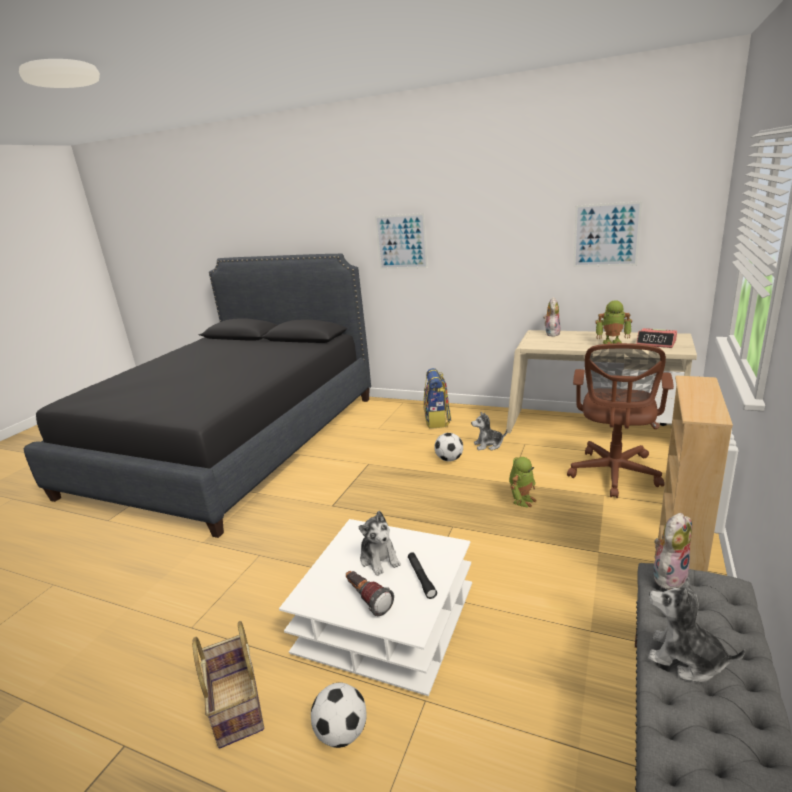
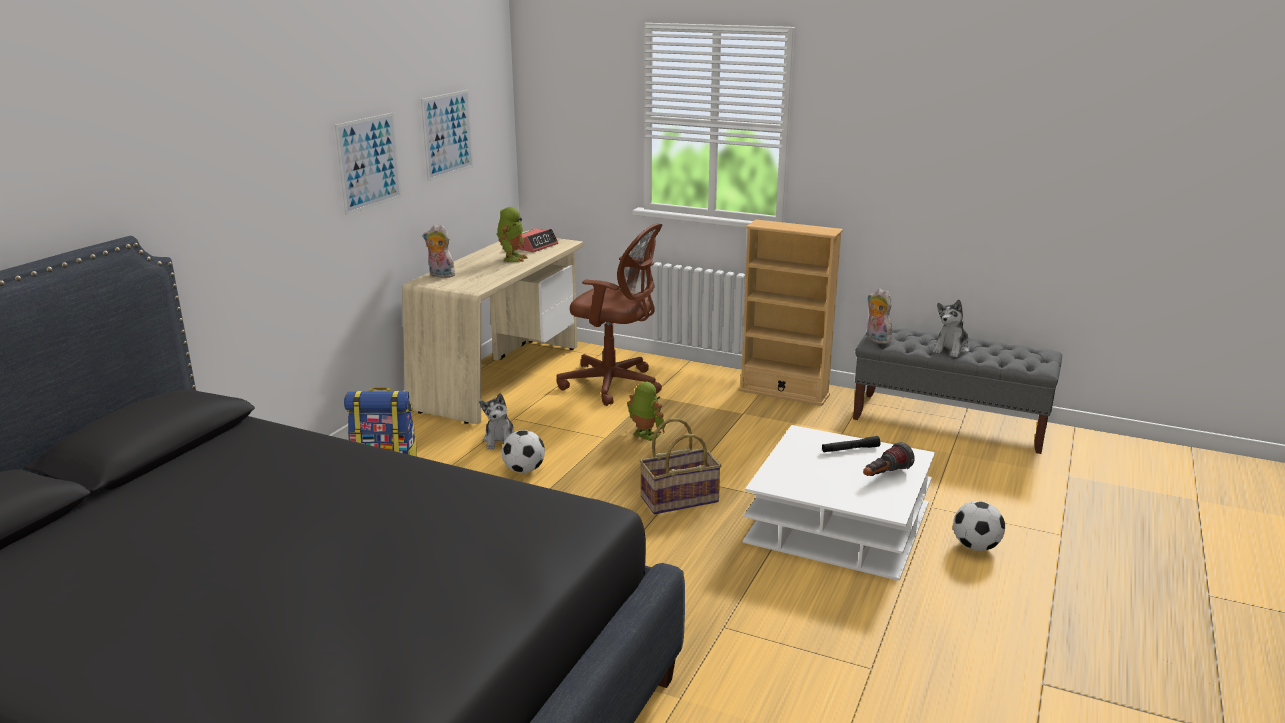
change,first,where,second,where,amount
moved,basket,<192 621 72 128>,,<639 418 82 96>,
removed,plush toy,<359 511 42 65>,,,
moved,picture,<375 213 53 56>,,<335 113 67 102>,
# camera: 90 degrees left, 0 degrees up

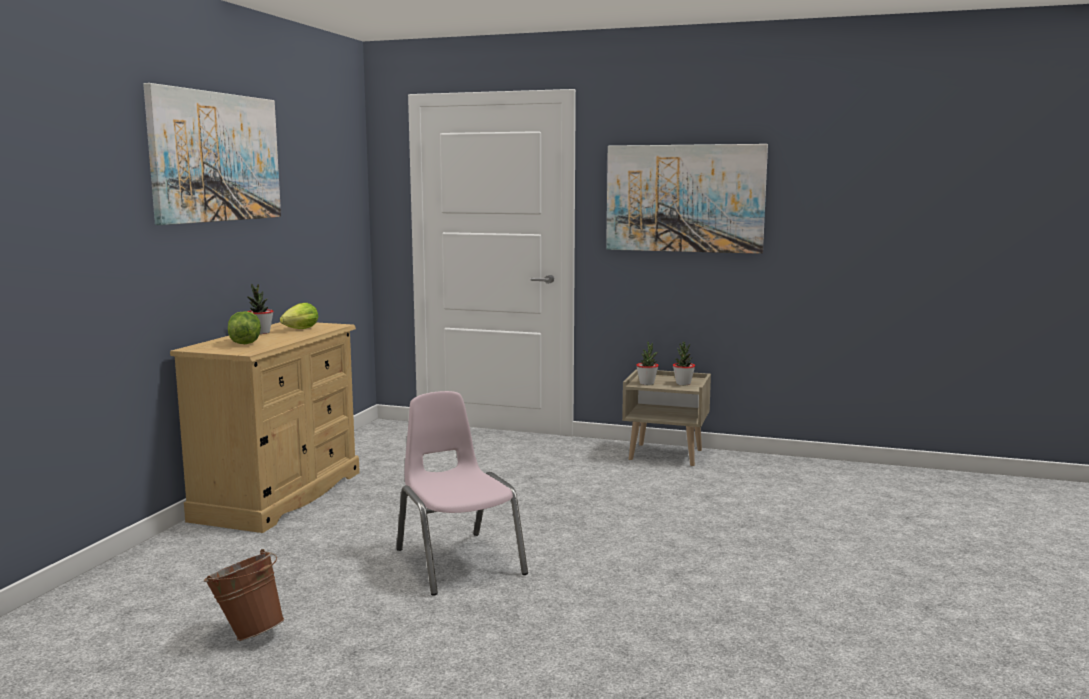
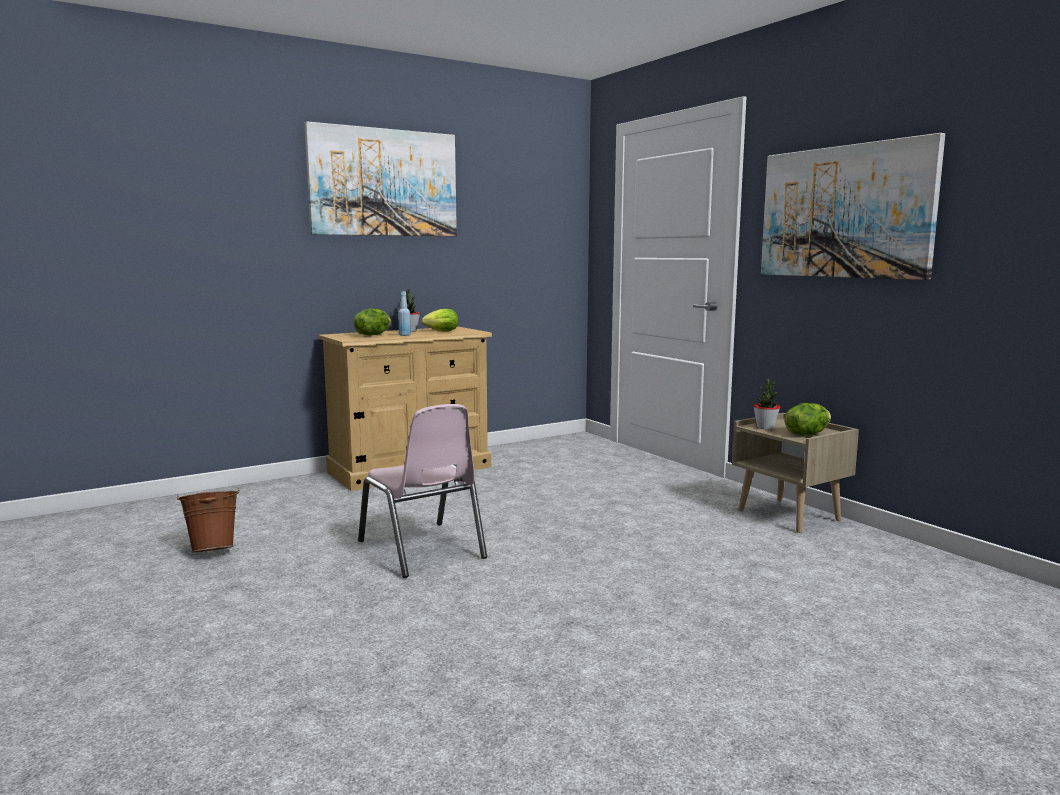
change,first,where,second,where,amount
turned,pink chair,<396 391 132 205>,,<358 404 129 174>,135 degrees clockwise
replaced,potted plant,<673 342 22 43>,lettuce,<785 403 46 33>,
added,,,blue bottle,<399 292 12 44>,
# camera: 40 degrees right, 0 degrees up

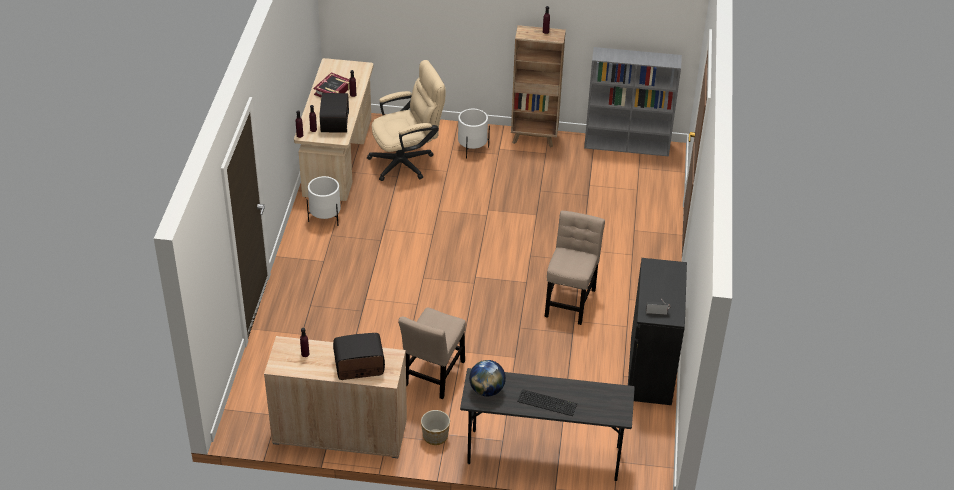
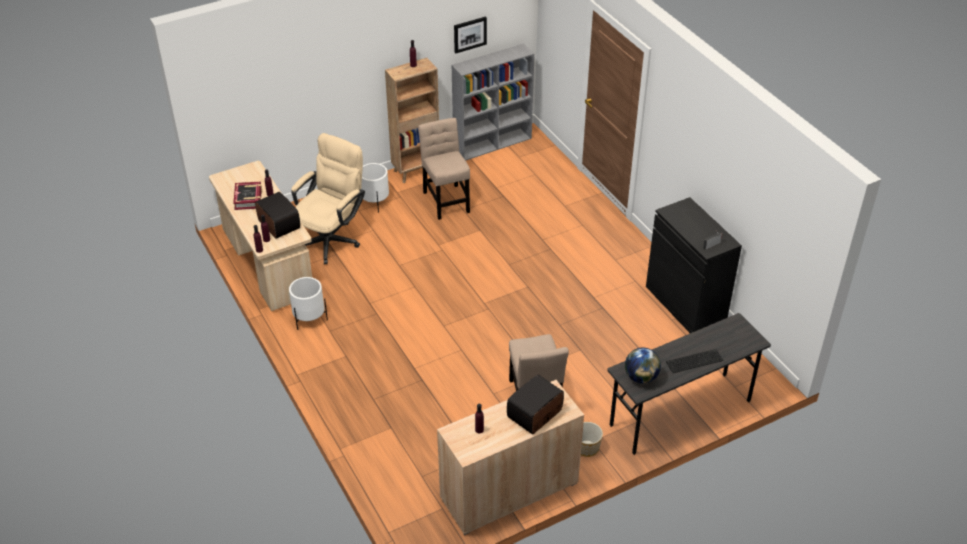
change,first,where,second,where,amount
moved,beige chair,<545 211 60 114>,,<418 118 52 102>,
added,,,picture,<454 17 33 36>,
# camera: 35 degrees left, 0 degrees up

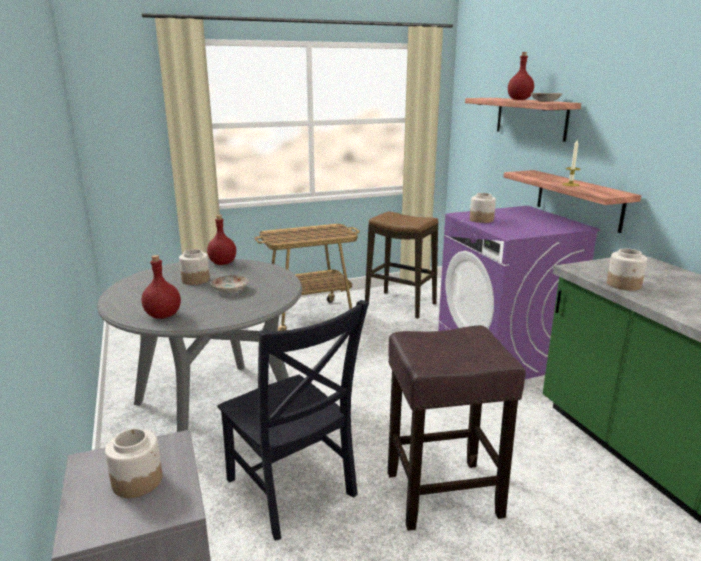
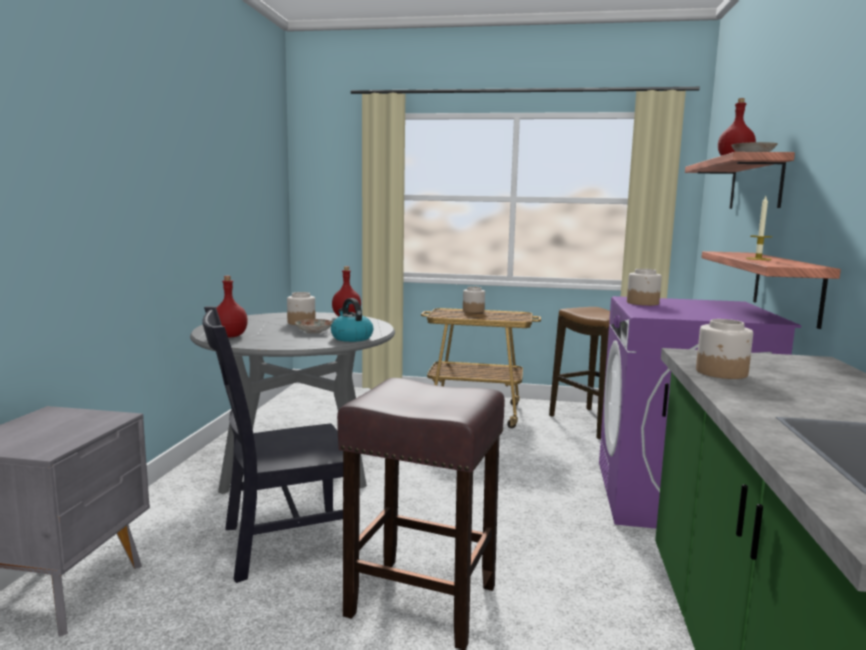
change,first,where,second,where,amount
moved,jar,<105 428 57 70>,,<463 286 22 27>,
turned,black chair,<217 300 152 241>,,<202 306 141 277>,75 degrees clockwise
added,,,kettle,<331 298 42 44>,
# camera: 30 degrees right, 10 degrees down

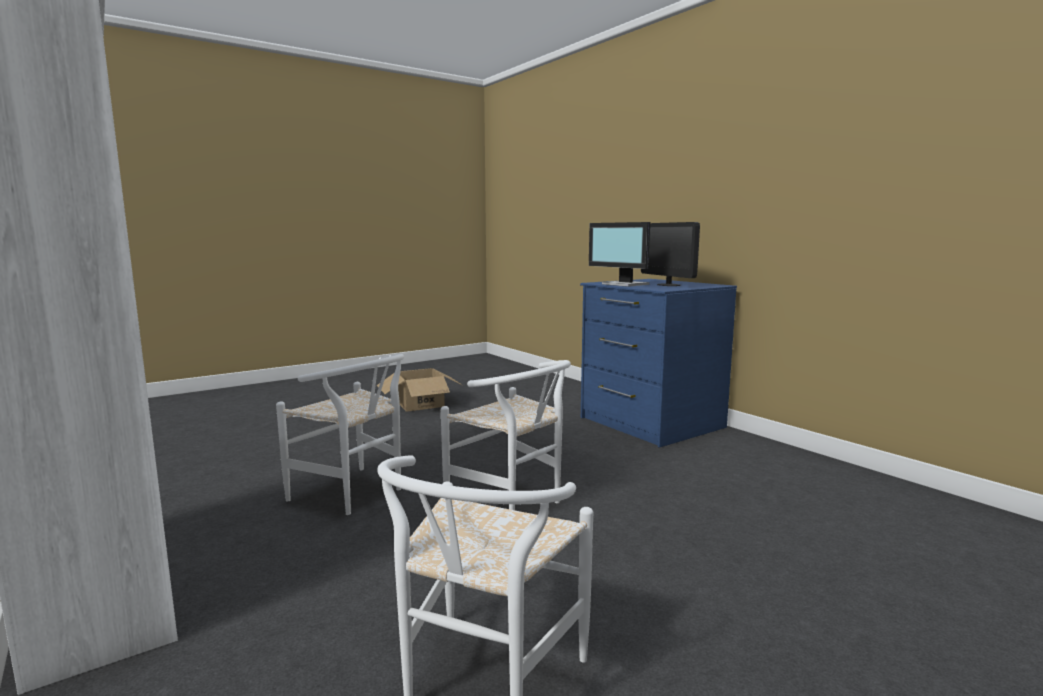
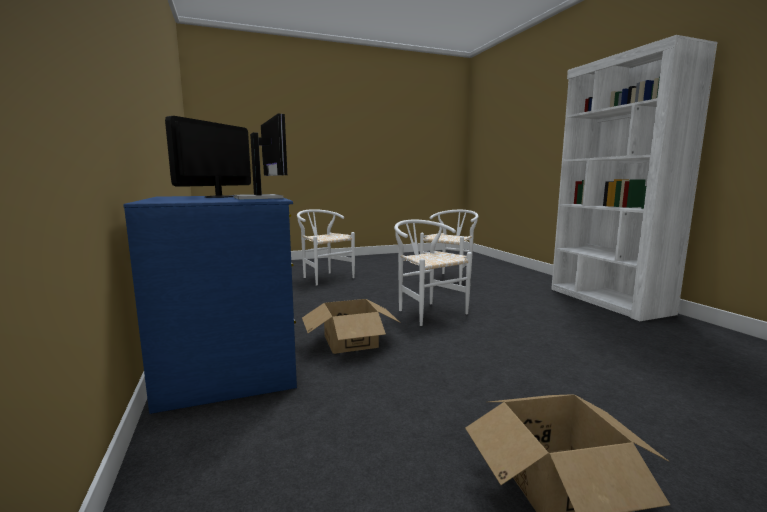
change,first,where,second,where,amount
moved,white chair,<276 354 128 161>,,<297 209 58 77>,
turned,monitor,<641 222 59 64>,,<165 116 86 82>,150 degrees counterclockwise
added,,,cardboard box,<302 299 98 55>,
# camera: 165 degrees left, 0 degrees up

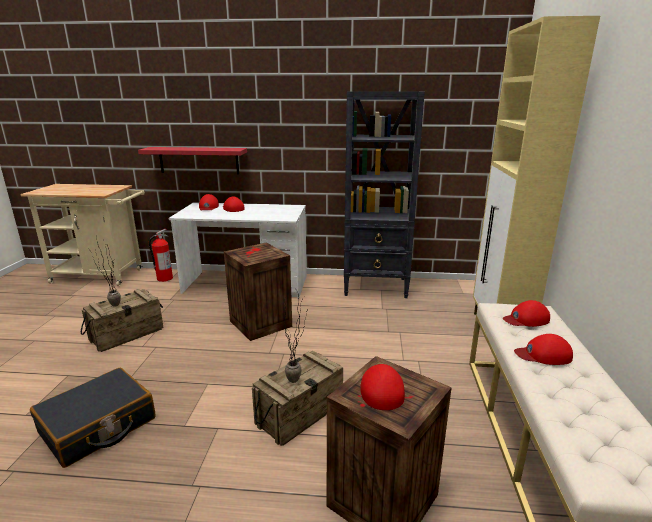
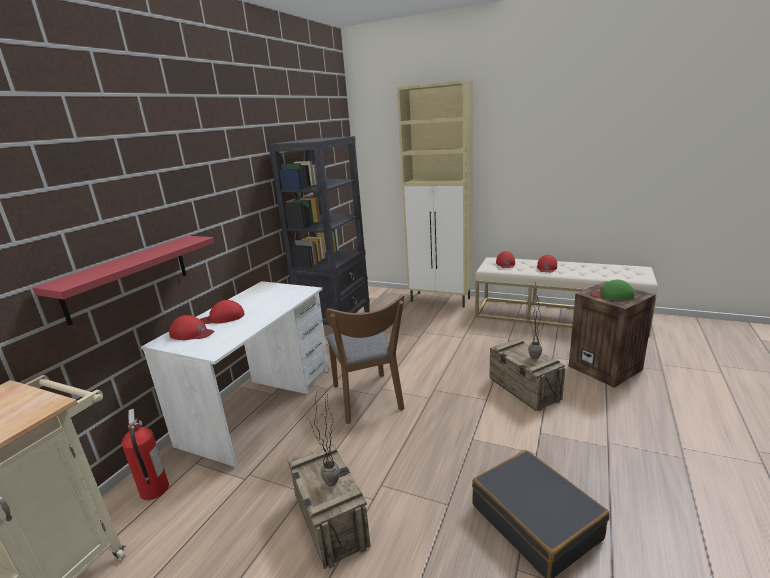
change,first,where,second,where,amount
replaced,crate,<224 242 68 99>,brown chair,<326 295 79 129>,
recoloured,red cap,<360 364 45 46>,green cap,<590 280 44 20>,
# camera: 70 degrees left, 0 degrees up

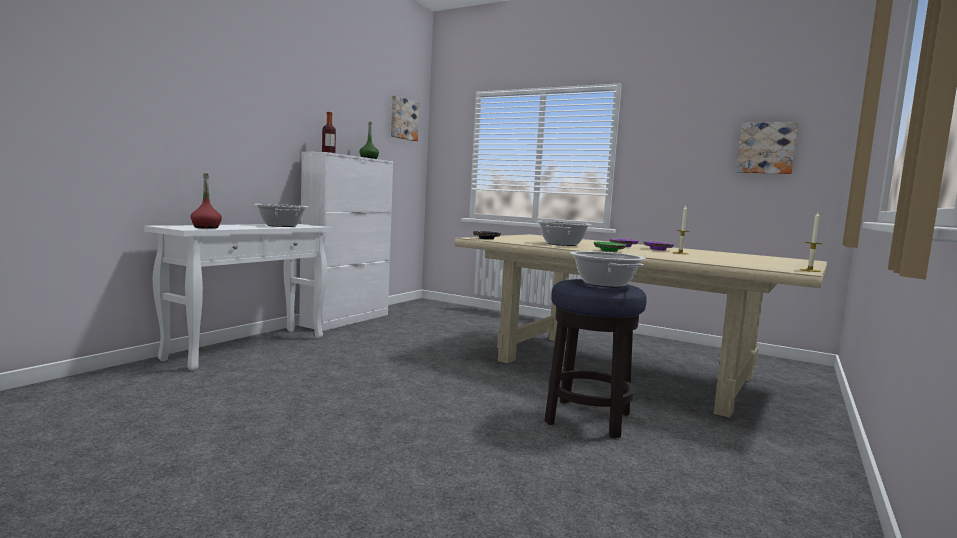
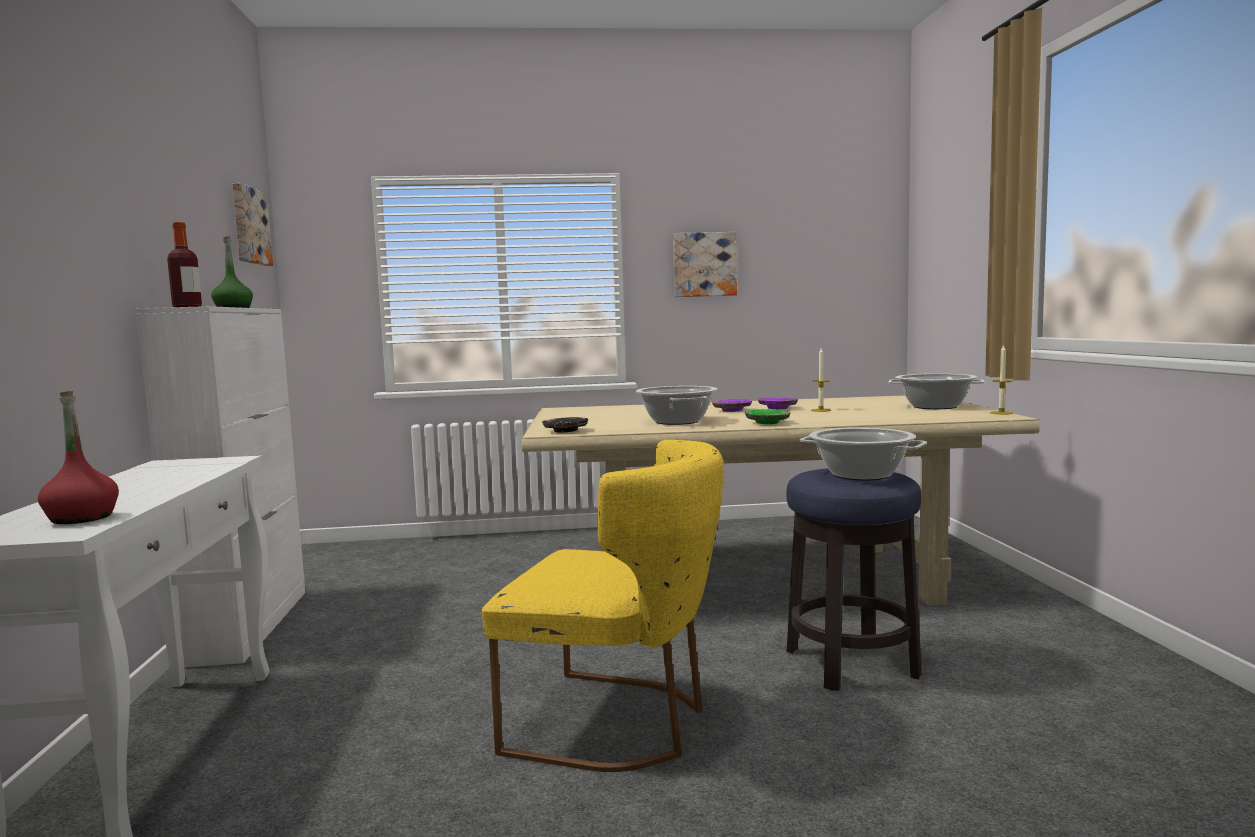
change,first,where,second,where,amount
moved,cooking pot,<254 204 54 23>,,<888 374 97 35>,
moved,picture,<736 122 62 52>,,<673 232 64 65>,
added,,,yellow chair,<482 440 242 332>,
# camera: 35 degrees left, 0 degrees up

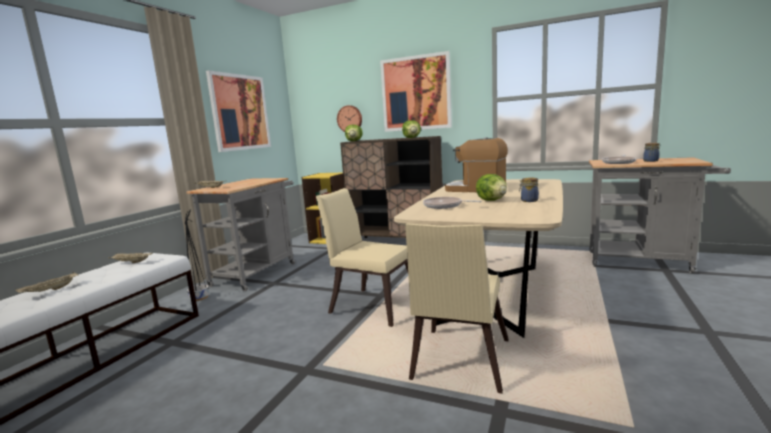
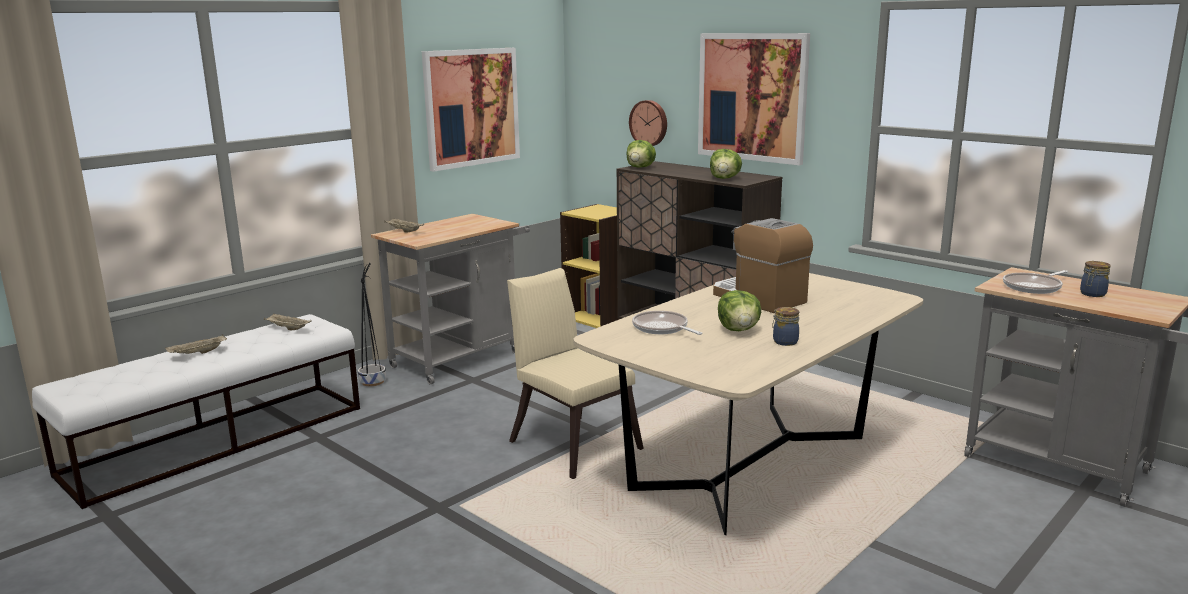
change,first,where,second,where,amount
removed,beige chair,<405 224 104 170>,,,
# camera: 20 degrees right, 5 degrees up

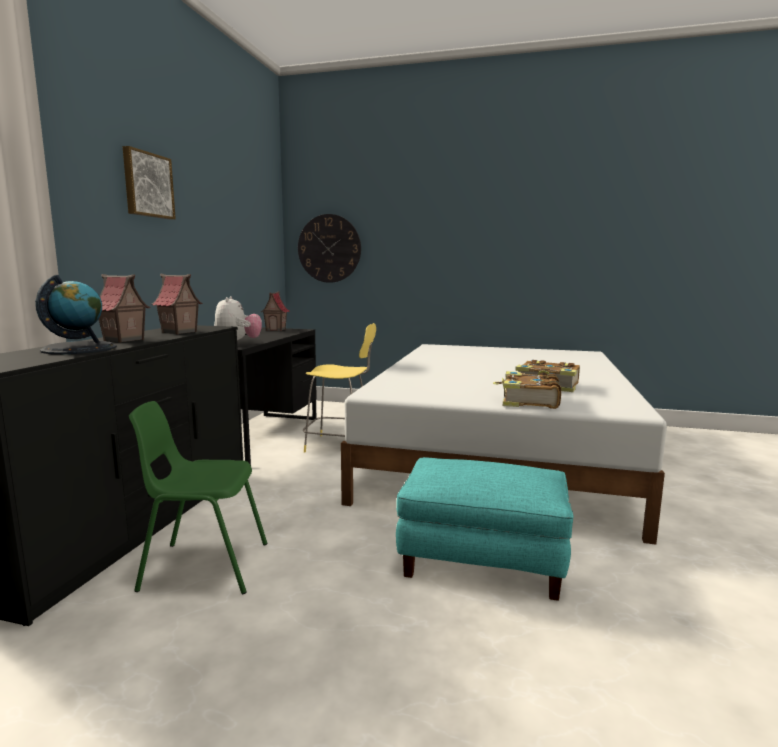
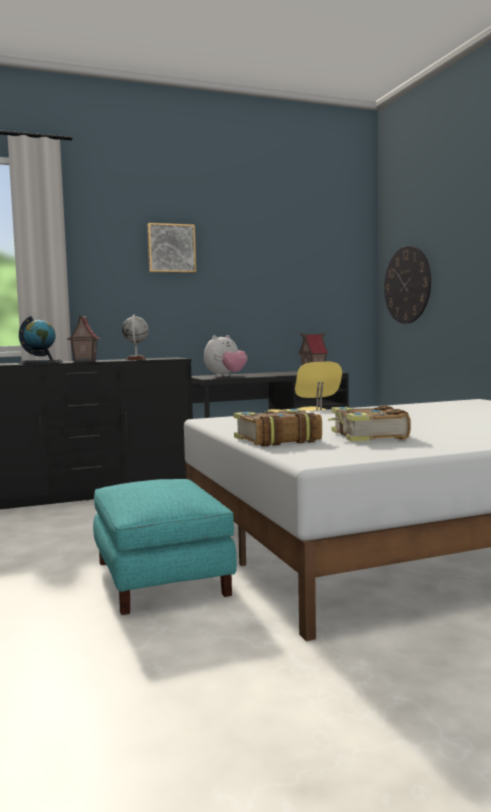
change,first,where,second,where,amount
removed,green chair,<129 401 138 193>,,,
replaced,toy house,<152 274 51 60>,globe,<122 315 27 45>,
# camera: 55 degrees right, 5 degrees down

